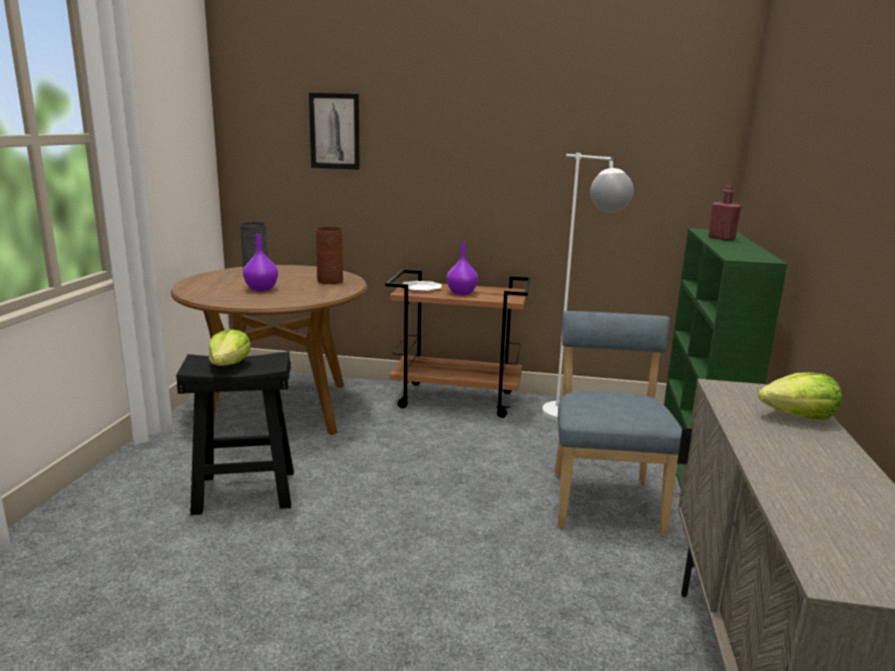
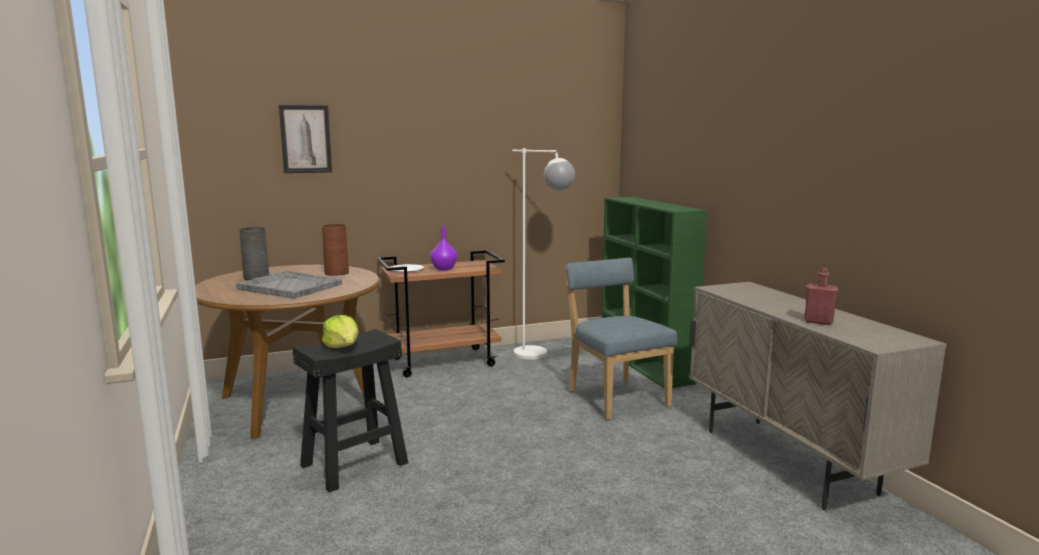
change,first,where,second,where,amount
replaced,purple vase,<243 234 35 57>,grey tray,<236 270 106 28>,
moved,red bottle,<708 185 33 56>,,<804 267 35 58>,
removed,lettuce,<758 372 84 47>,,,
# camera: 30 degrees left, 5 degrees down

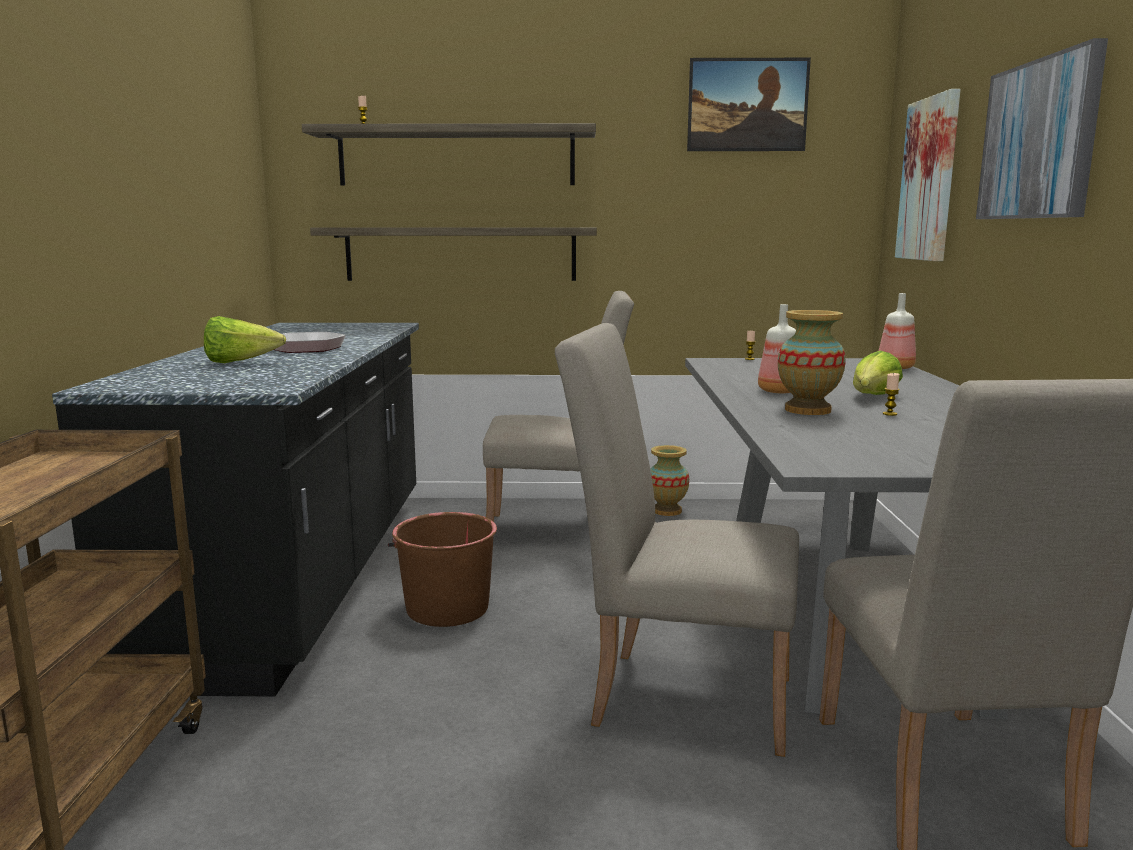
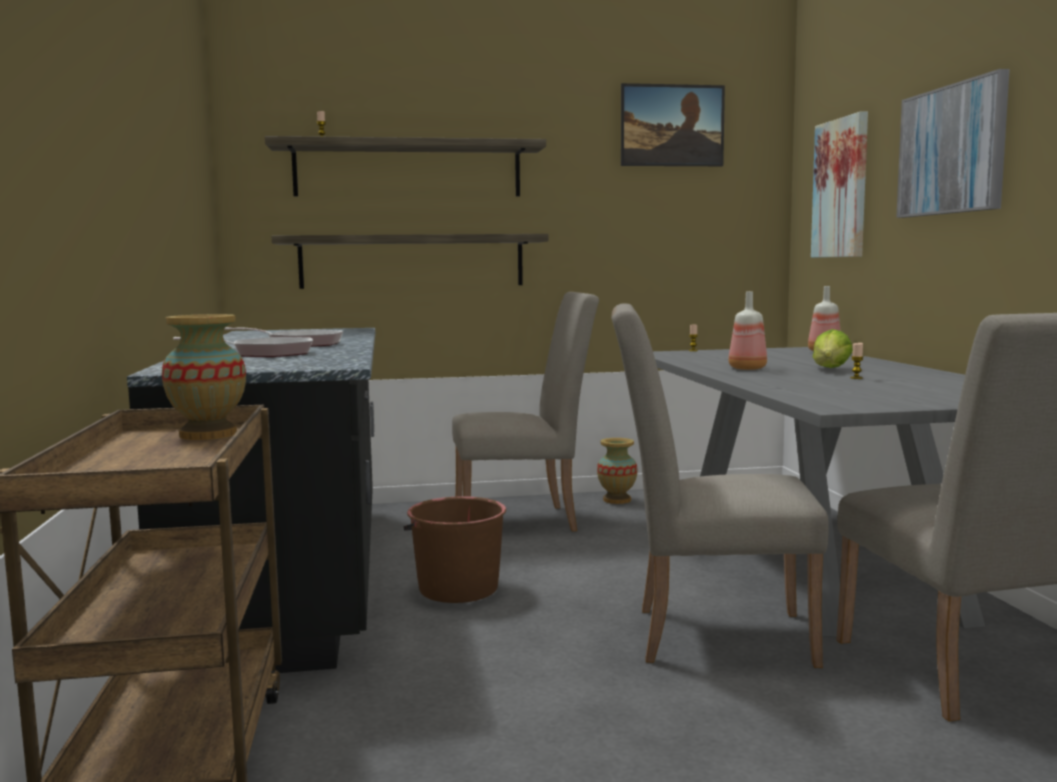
change,first,where,second,where,amount
replaced,lettuce,<204 316 82 47>,frying pan,<173 337 140 20>,
moved,vase,<778 310 68 105>,,<162 314 84 126>,
# camera: 10 degrees left, 5 degrees down

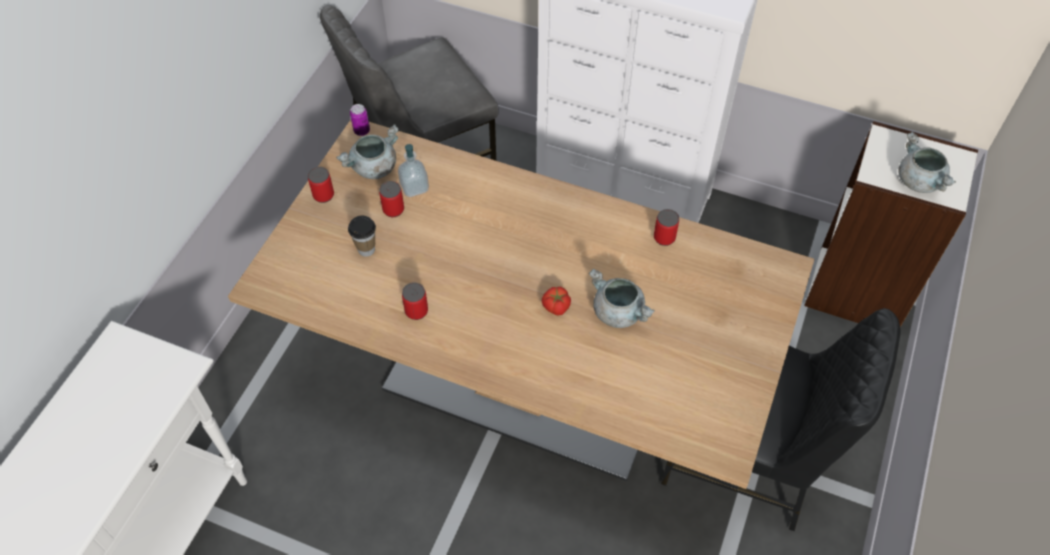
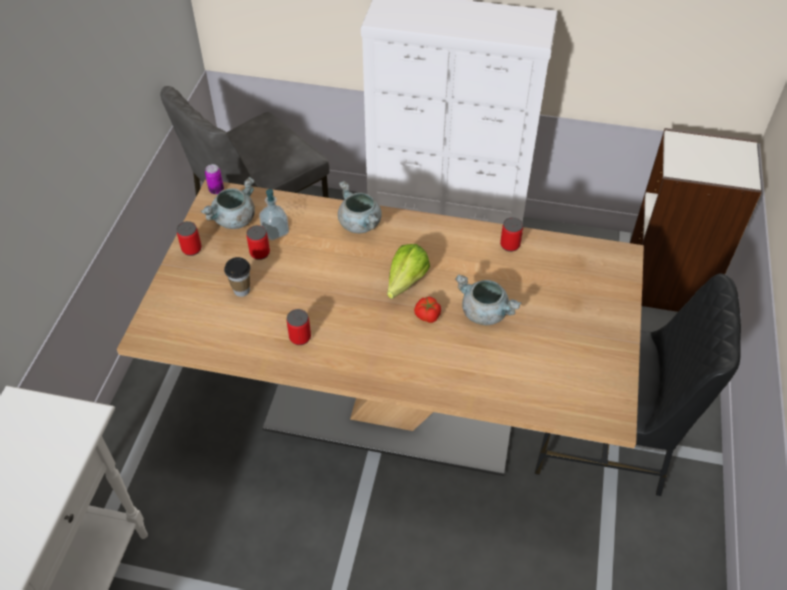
change,first,where,second,where,amount
moved,grey cooking pot,<899 132 57 61>,,<338 181 44 52>,
added,,,lettuce,<387 244 43 55>,
# camera: 10 degrees left, 5 degrees down

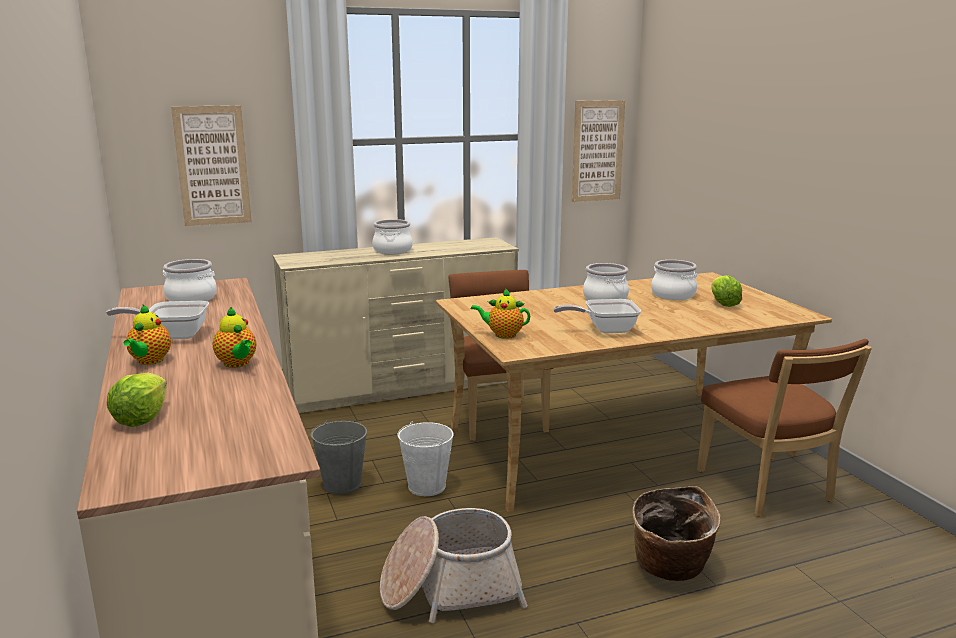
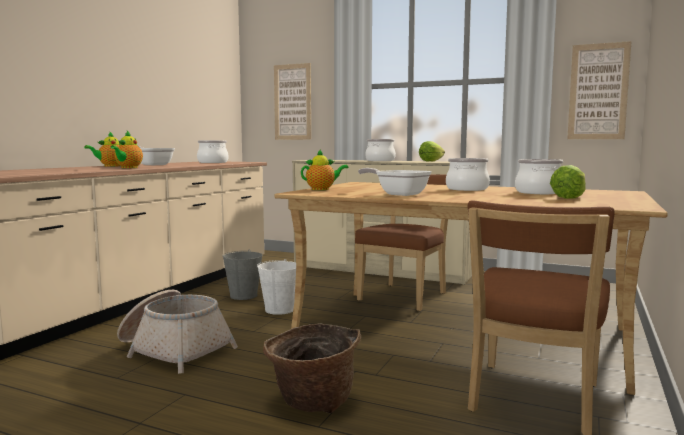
change,first,where,second,where,amount
moved,lettuce,<107 373 60 54>,,<419 141 26 20>,
turned,teapot,<470 288 60 51>,,<301 149 48 41>,105 degrees clockwise
# camera: 45 degrees right, 10 degrees down

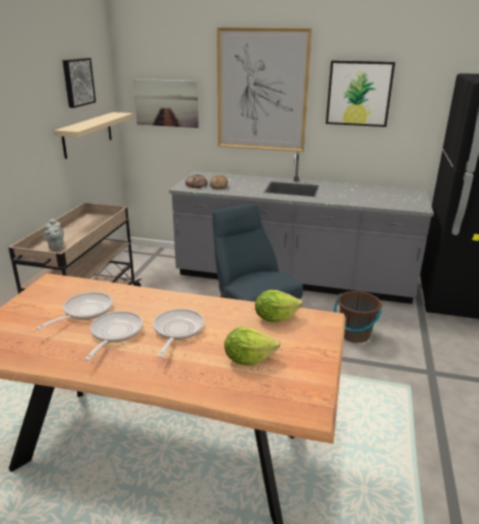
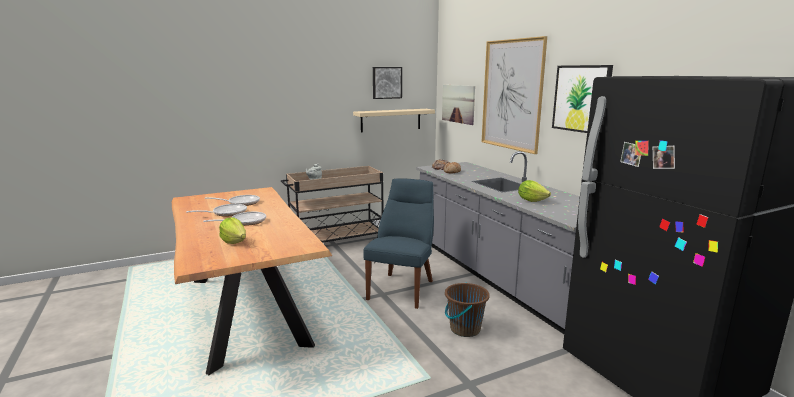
change,first,where,second,where,amount
moved,lettuce,<255 290 47 32>,,<518 180 33 22>,
# camera: 50 degrees right, 10 degrees down

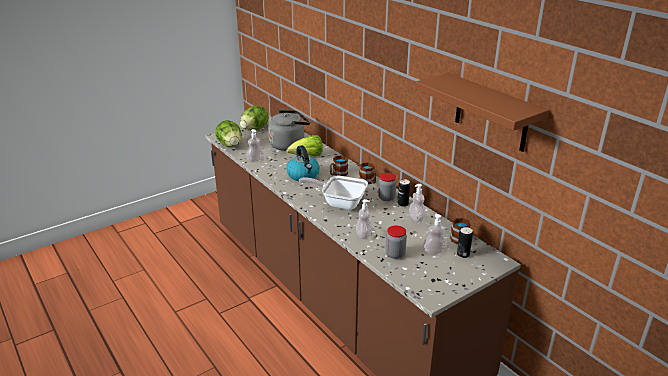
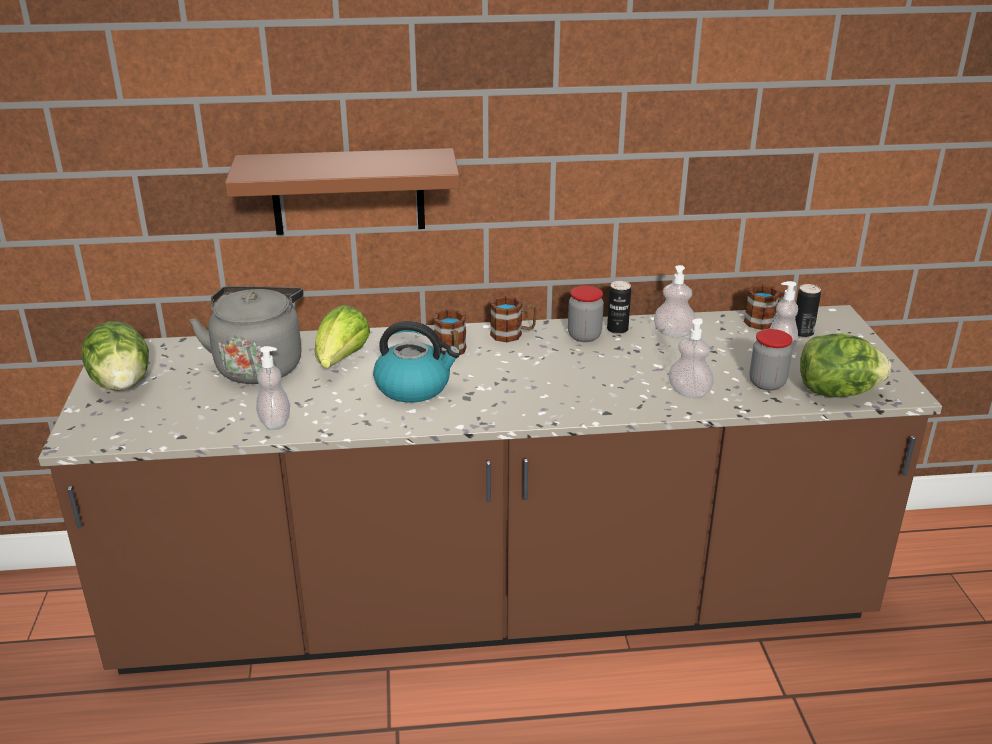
change,first,where,second,where,amount
moved,lettuce,<215 120 27 27>,,<800 333 91 64>,
removed,frying pan,<299 175 69 35>,,,
moved,brown shelf,<415 73 134 79>,,<225 148 235 87>,
# camera: 60 degrees left, 0 degrees up

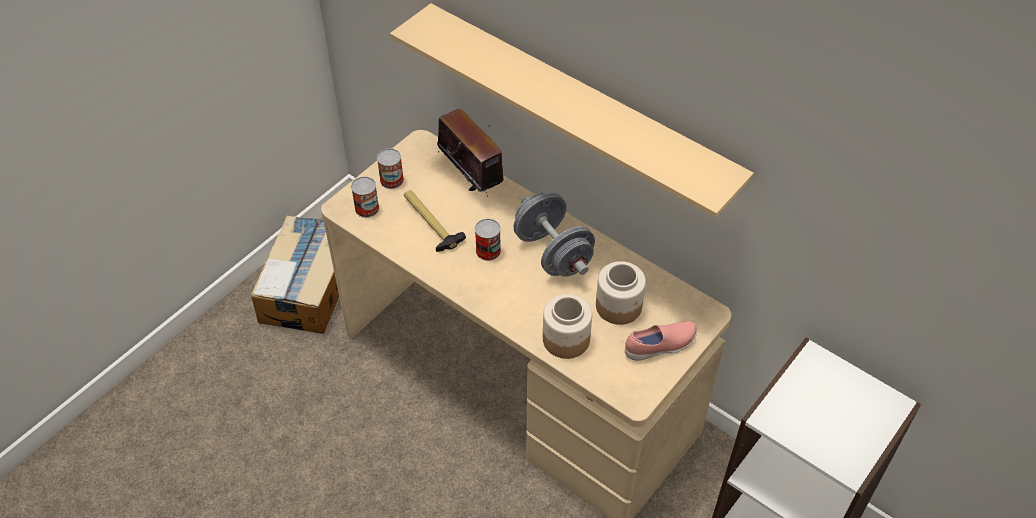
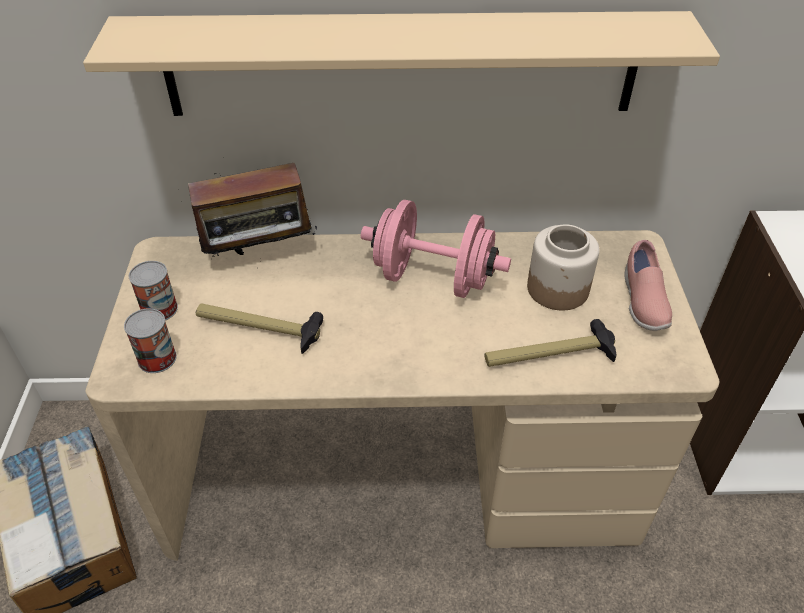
change,first,where,second,where,amount
turned,radio,<437 109 67 89>,,<178 163 139 94>,150 degrees clockwise
removed,can,<475 219 26 42>,,,
recoloured,grey dumbbell,<514 193 81 84>,pink dumbbell,<361 200 150 98>,
replaced,jar,<543 294 49 65>,hammer,<485 319 131 48>,
turned,pink shoe,<625 321 72 40>,,<624 240 48 91>,150 degrees clockwise
# camera: 40 degrees left, 5 degrees down

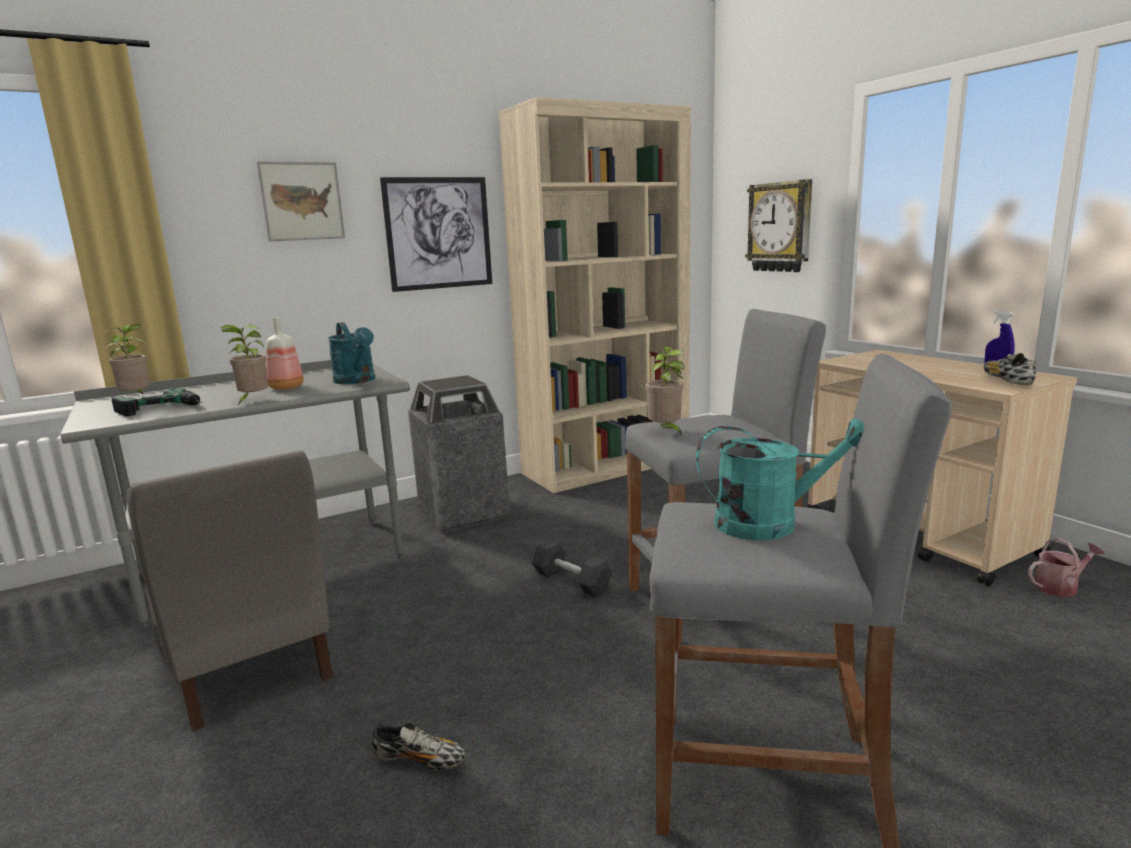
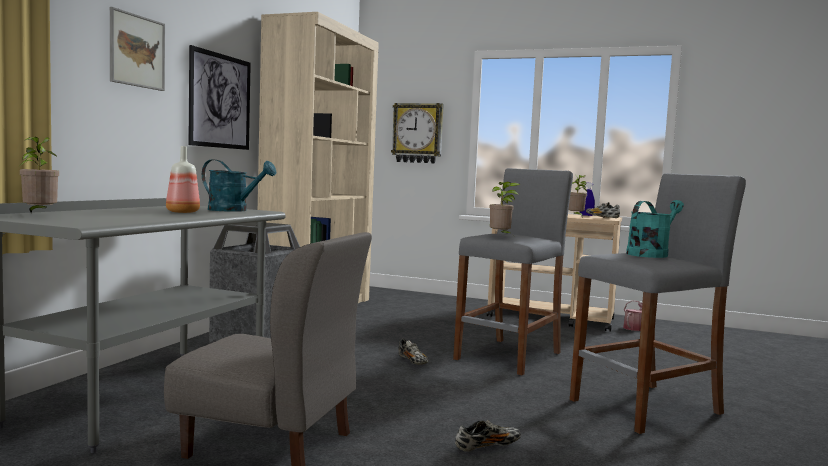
change,first,where,second,where,amount
removed,power drill,<111 388 92 28>,,,
moved,potted plant,<221 324 47 81>,,<568 175 19 42>,
replaced,grey dumbbell,<532 540 80 57>,shoe,<398 339 31 26>,
# camera: 40 degrees left, 10 degrees down

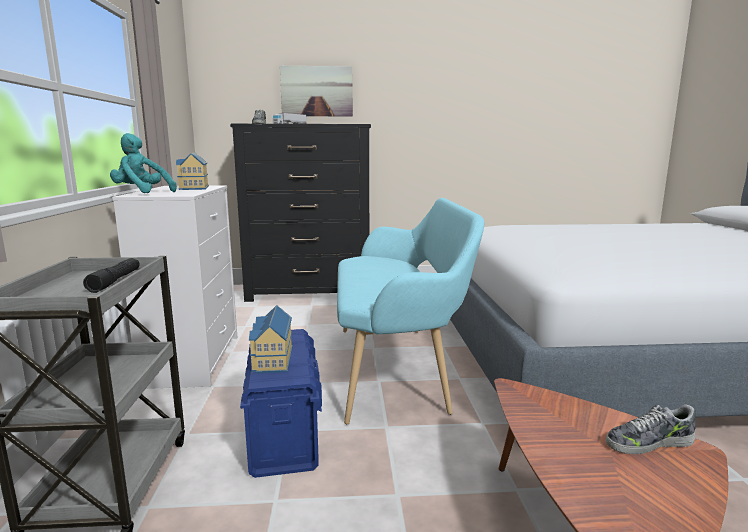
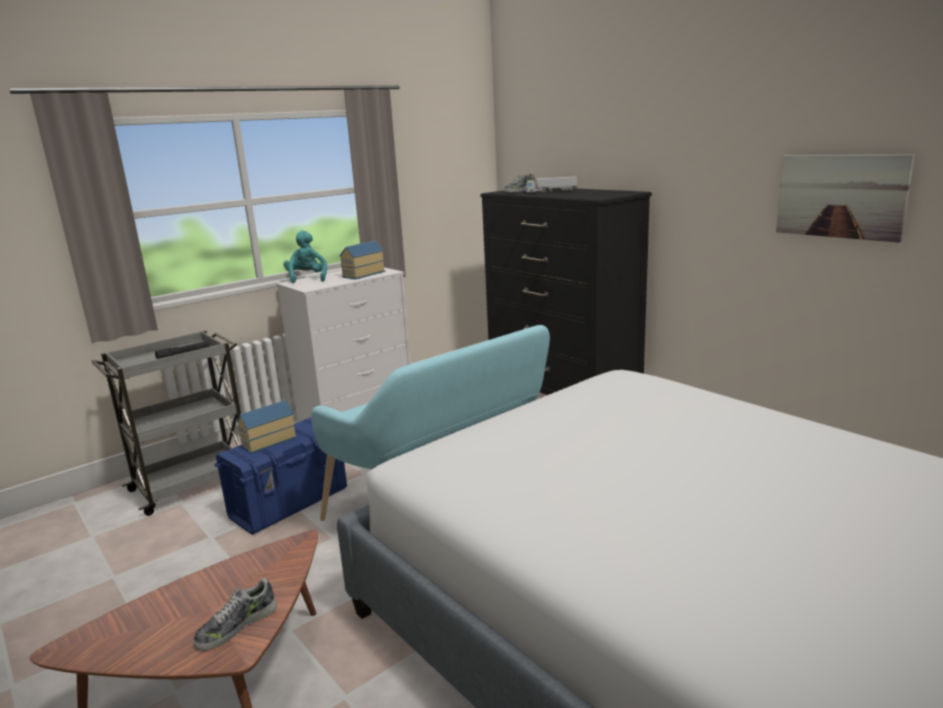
change,first,where,second,where,amount
moved,picture,<280 66 73 50>,,<776 155 138 88>,
turned,shoe,<606 404 90 50>,,<193 578 84 73>,90 degrees counterclockwise
# camera: 55 degrees right, 5 degrees up

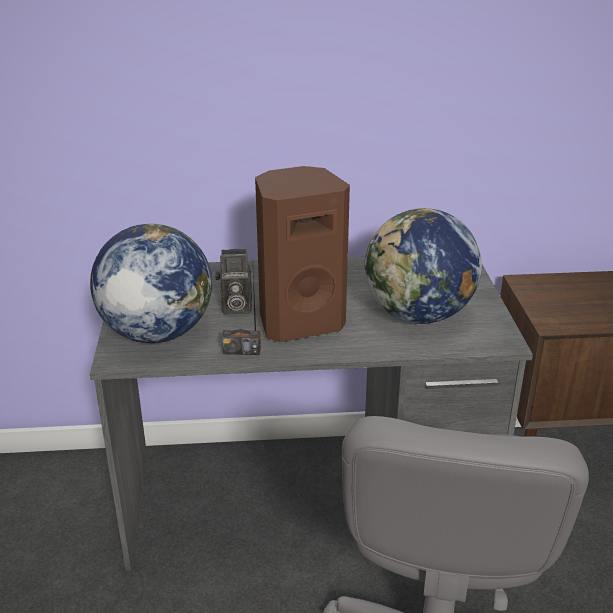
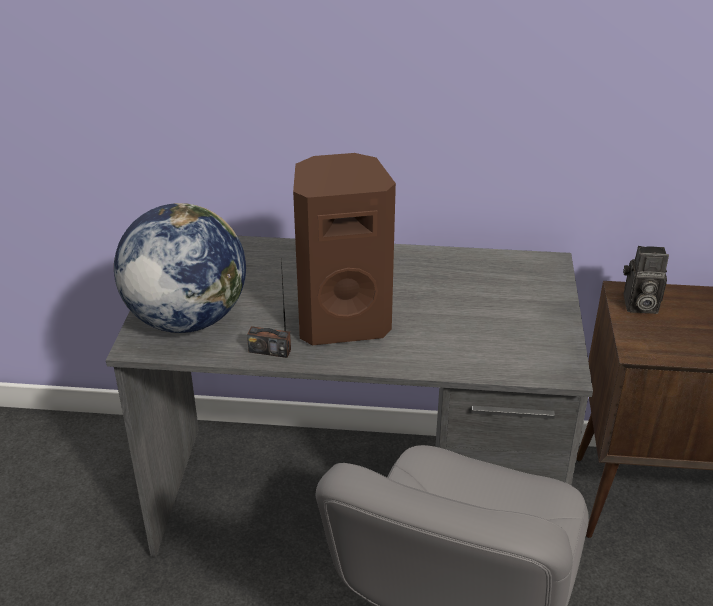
change,first,where,second,where,amount
moved,photo camera,<215 249 37 66>,,<624 246 45 68>,
removed,globe,<364 208 118 116>,,,
# camera: 10 degrees right, 5 degrees up

